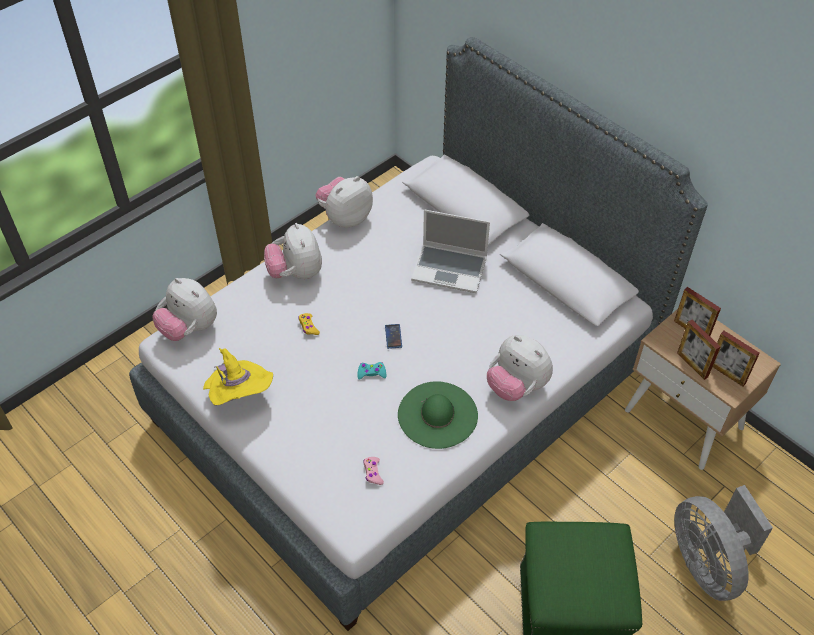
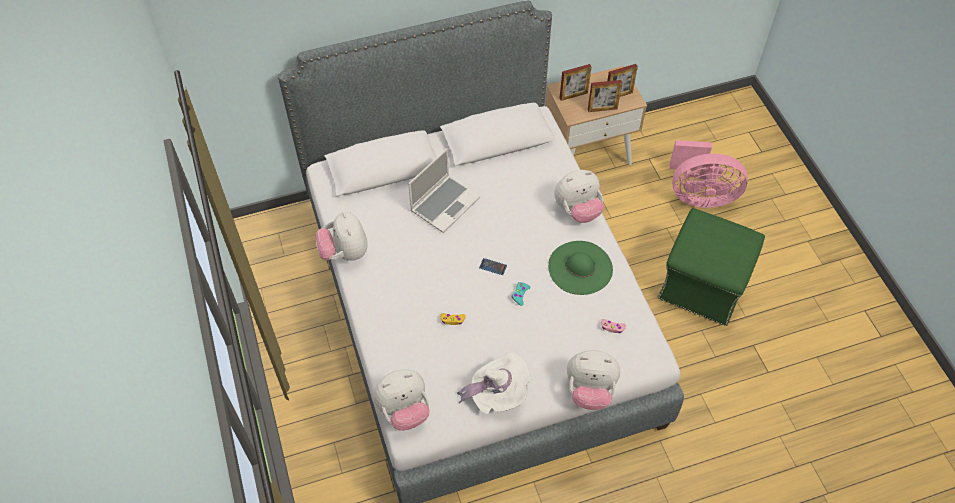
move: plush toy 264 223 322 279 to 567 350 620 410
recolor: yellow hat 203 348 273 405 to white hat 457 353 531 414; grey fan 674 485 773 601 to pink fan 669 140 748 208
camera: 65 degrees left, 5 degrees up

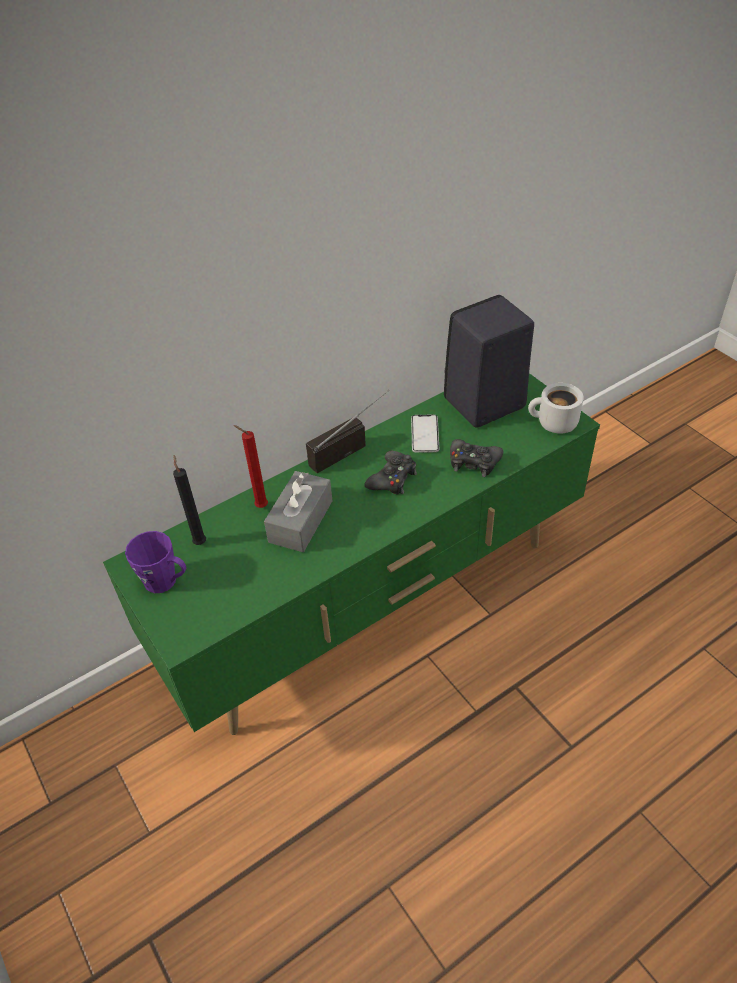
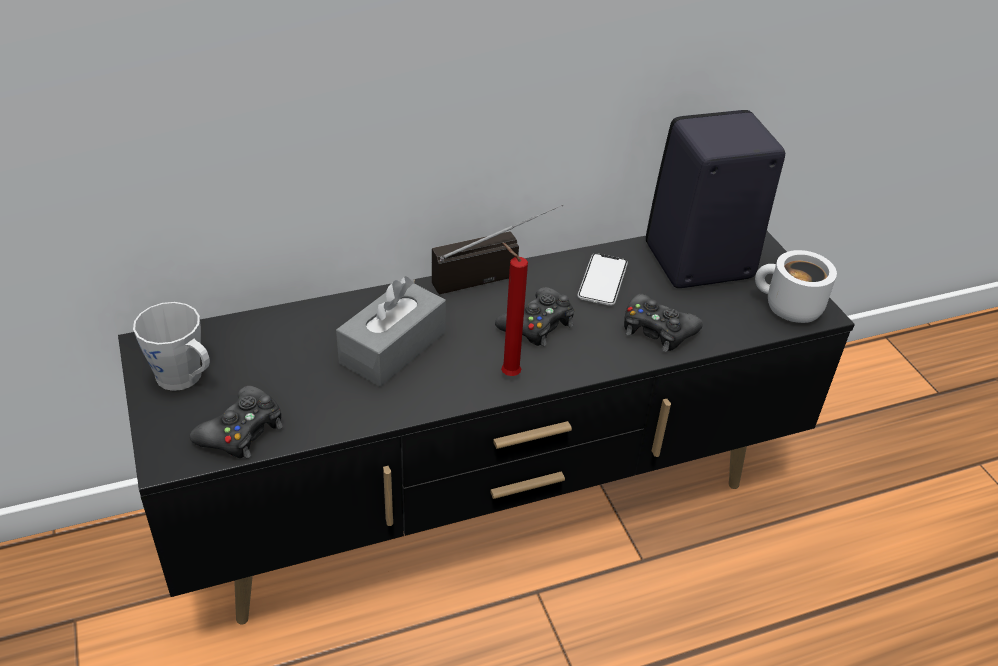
delete: black candle 173 455 206 545
insert: black game controller 190 386 283 459
move: red candle 233 425 268 508 to 501 243 528 376
recolor: green tv stand 103 373 600 735 to black tv stand 118 231 855 625; purple mug 125 531 186 593 to grey mug 133 302 210 391
camera: 10 degrees right, 5 degrees down

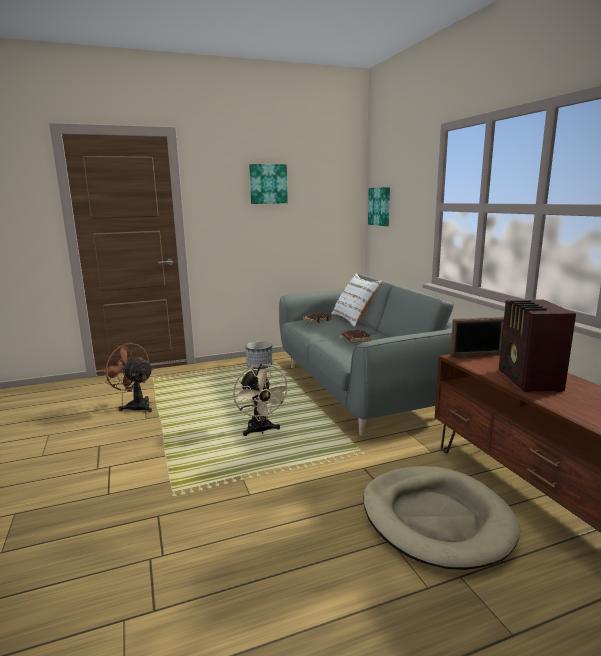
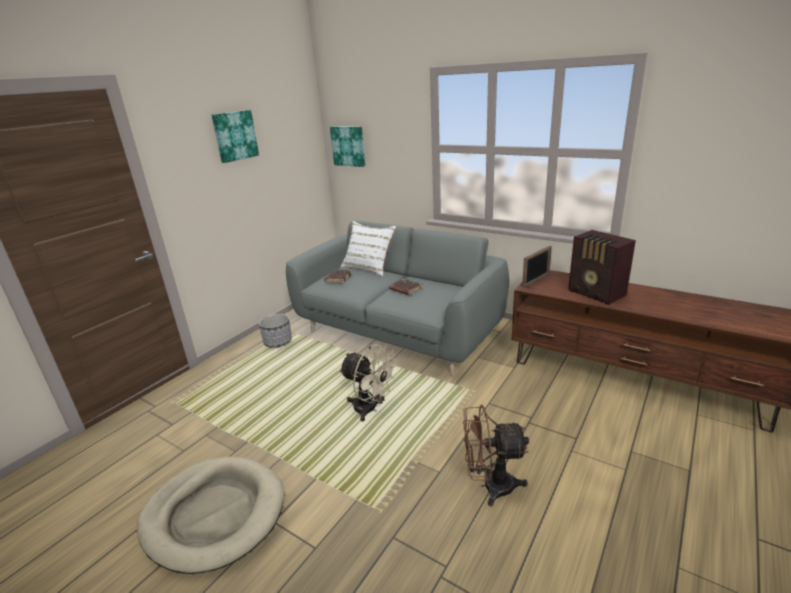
move: brown fan 100 342 153 412 to 463 405 529 507; beige dog bed 363 466 521 570 to 137 456 284 574
camera: 35 degrees left, 10 degrees up

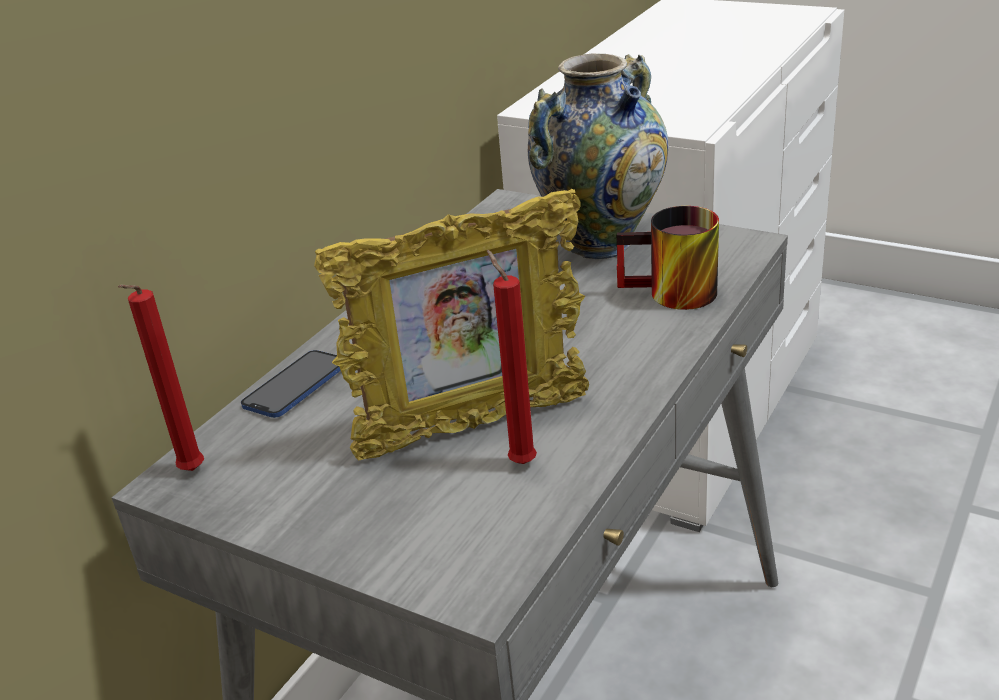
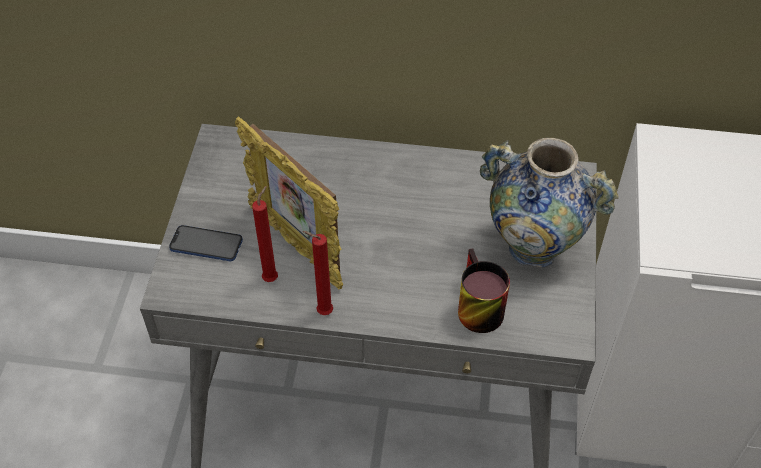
move: red candle 118 284 204 471 to 303 231 333 315; phone 241 350 341 418 to 169 225 243 262
camera: 65 degrees right, 20 degrees up

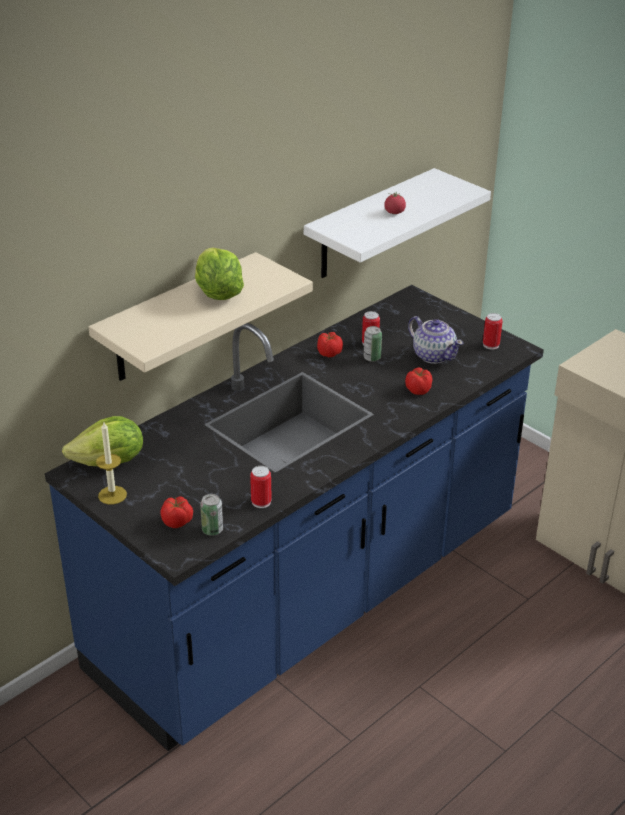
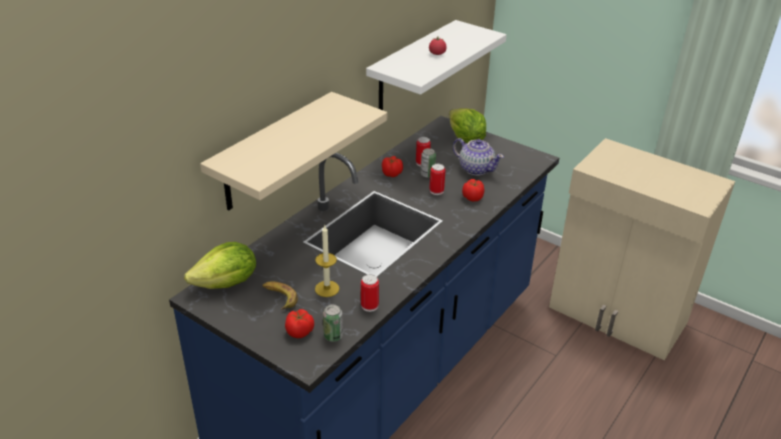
insert: banana 262 281 298 310
move: lettuce 195 247 244 300 to 449 108 486 143; can 483 313 503 350 to 429 164 446 195; candle 96 422 127 505 to 315 226 339 297
camera: 10 degrees left, 0 degrees up

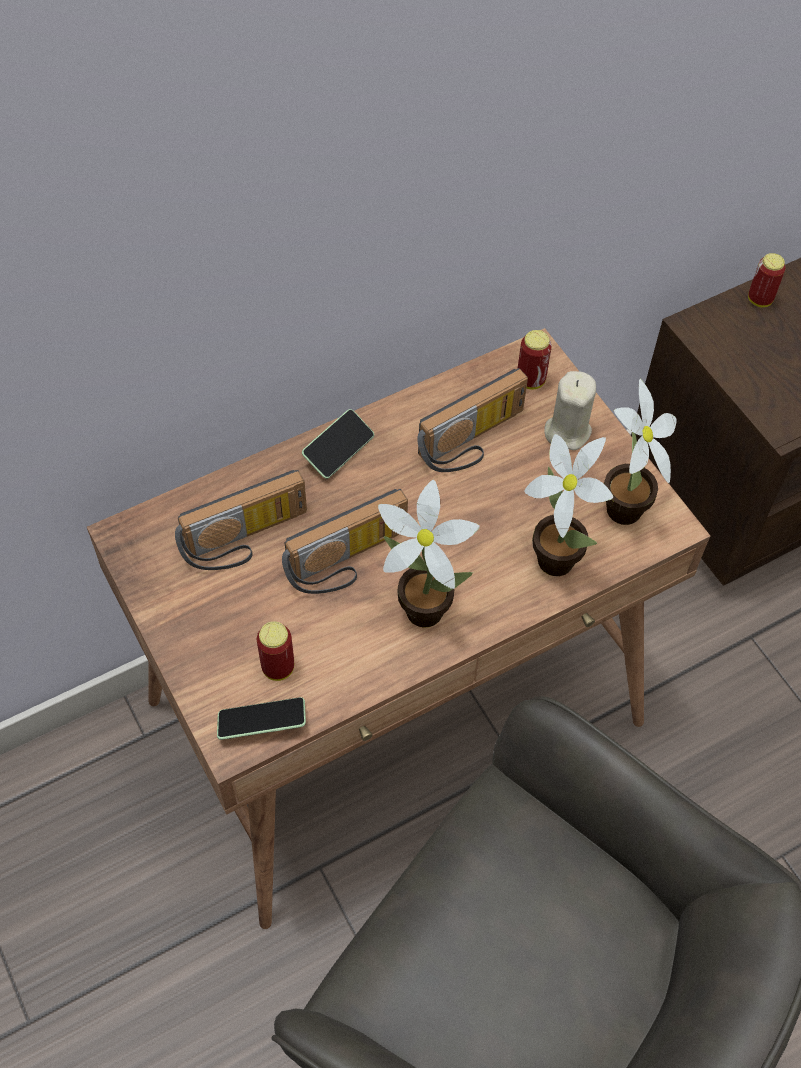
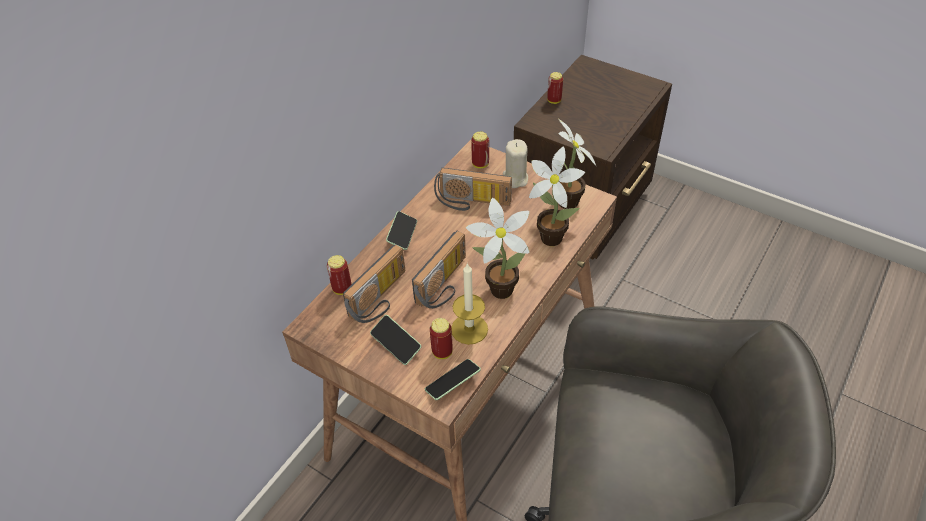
insert: can 327 255 352 295; candle 451 262 488 345; phone 370 315 421 365
rotate: radio 417 368 528 472 = 434 168 512 211 75 degrees clockwise
camera: 25 degrees left, 10 degrees down

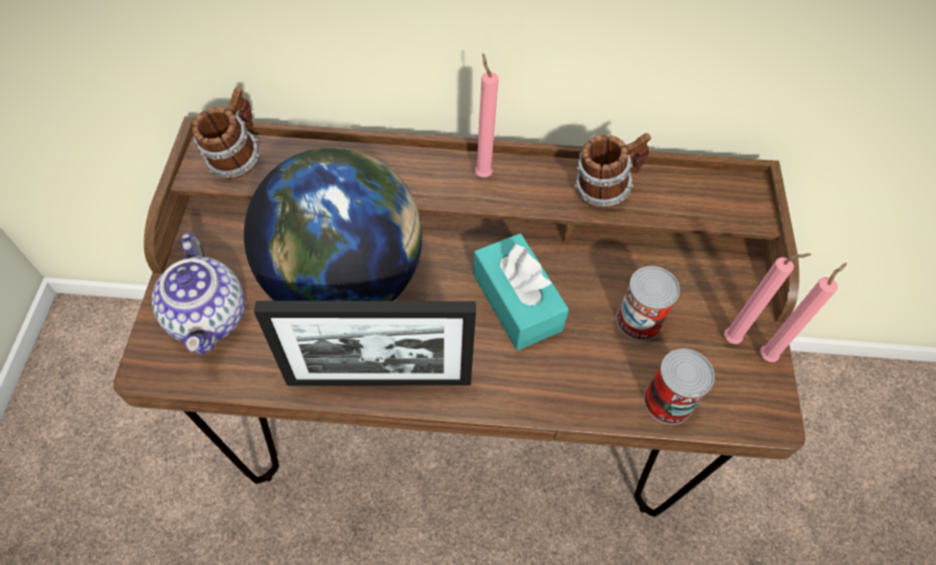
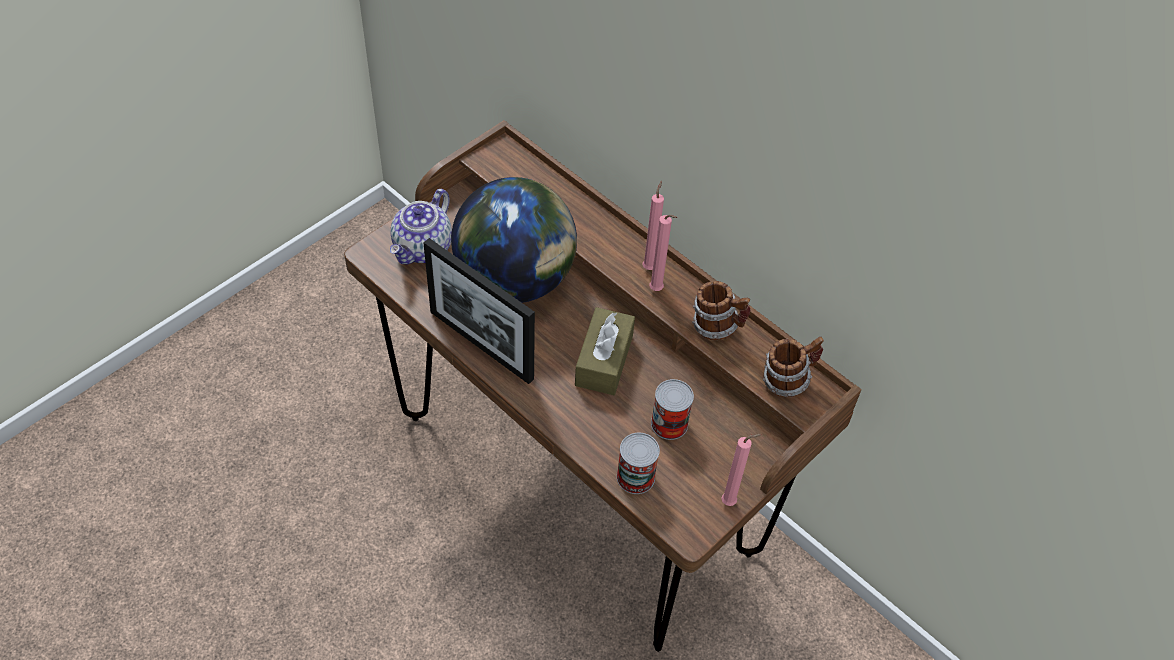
move: mug 192 87 260 179 to 763 337 824 397; pink candle 724 253 812 344 to 649 215 677 291
recolor: turquoise tissue box 473 234 569 350 to brown tissue box 575 307 635 395
camera: 40 degrees right, 5 degrees down

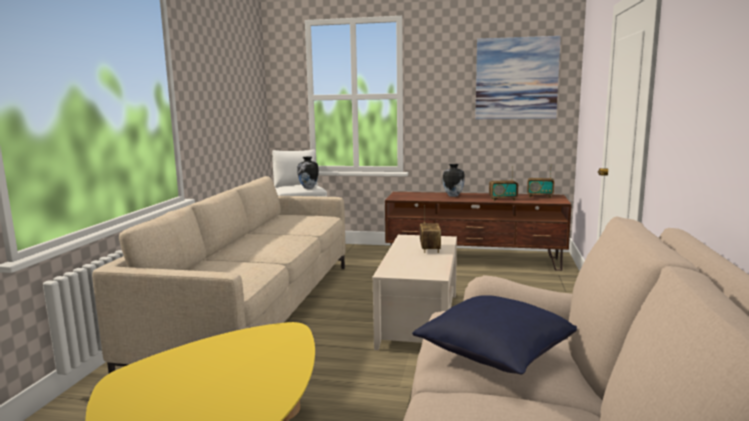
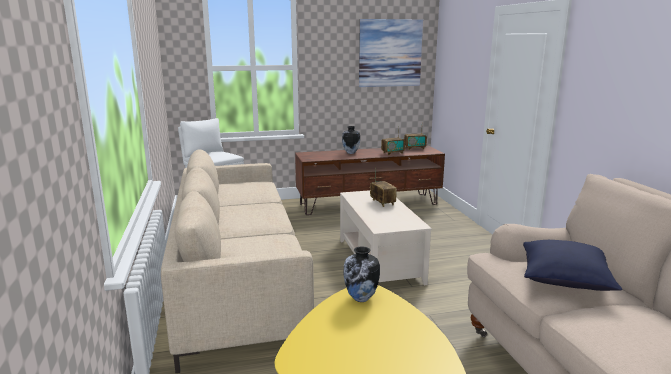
move: vase 297 156 319 189 to 343 246 380 302
camera: 25 degrees left, 5 degrees up

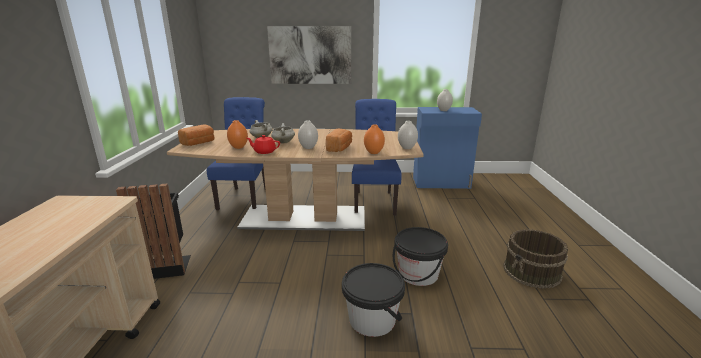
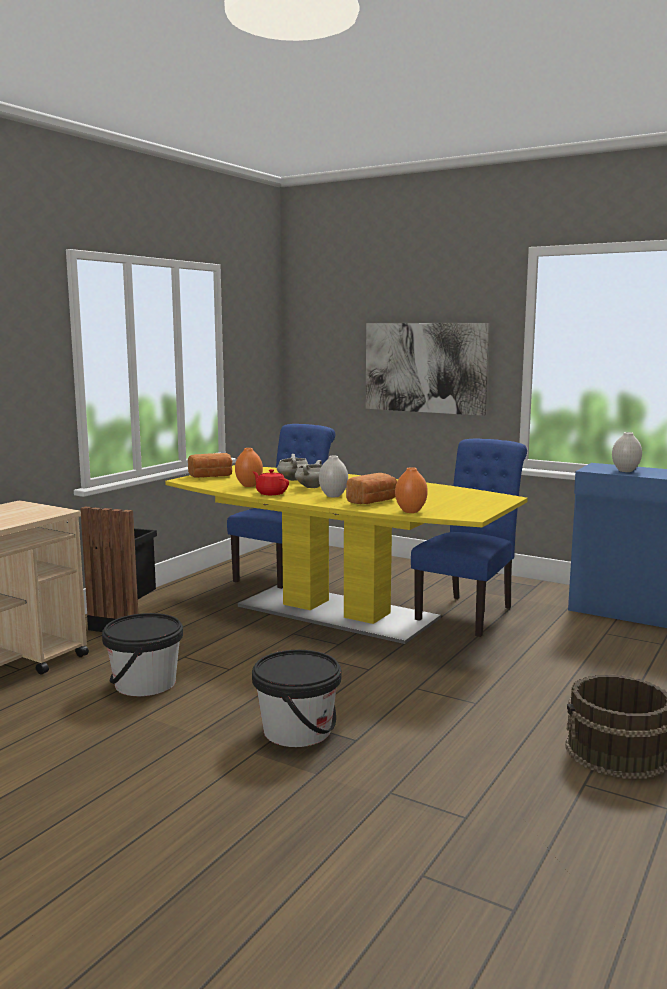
delete: white vase 398 121 418 149
move: black bucket 393 227 448 286 to 102 613 183 696
recolor: brown dining table 167 129 424 231 to yellow dining table 165 465 528 644
camera: 30 degrees right, 10 degrees down

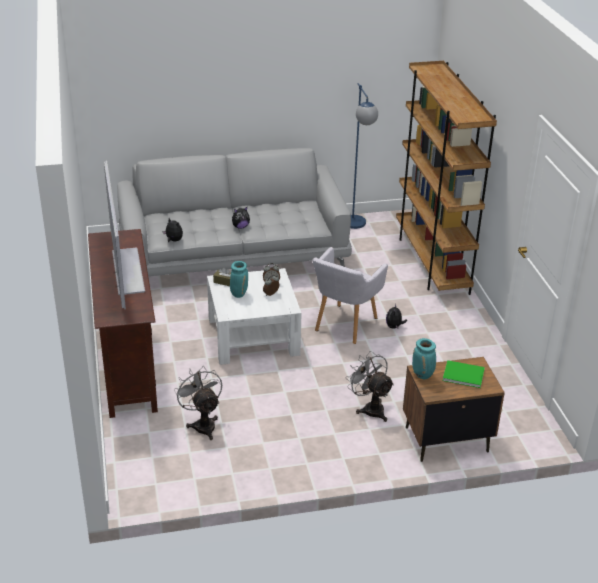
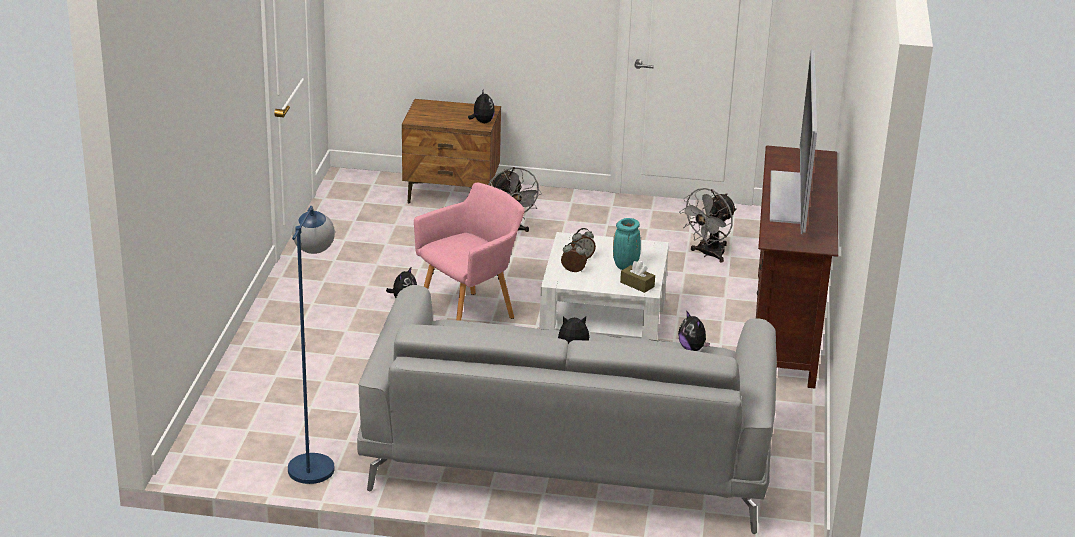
delete: brown bookcase 396 61 497 295; green book 442 360 485 388
replace: turquoise vase 412 338 436 379 to plush toy 468 89 495 123
recolor: grey armchair 313 247 388 344 to pink armchair 414 183 524 321
rotate: grey fan 174 366 222 440 = 679 188 737 263 45 degrees clockwise
camera: 160 degrees left, 5 degrees down

